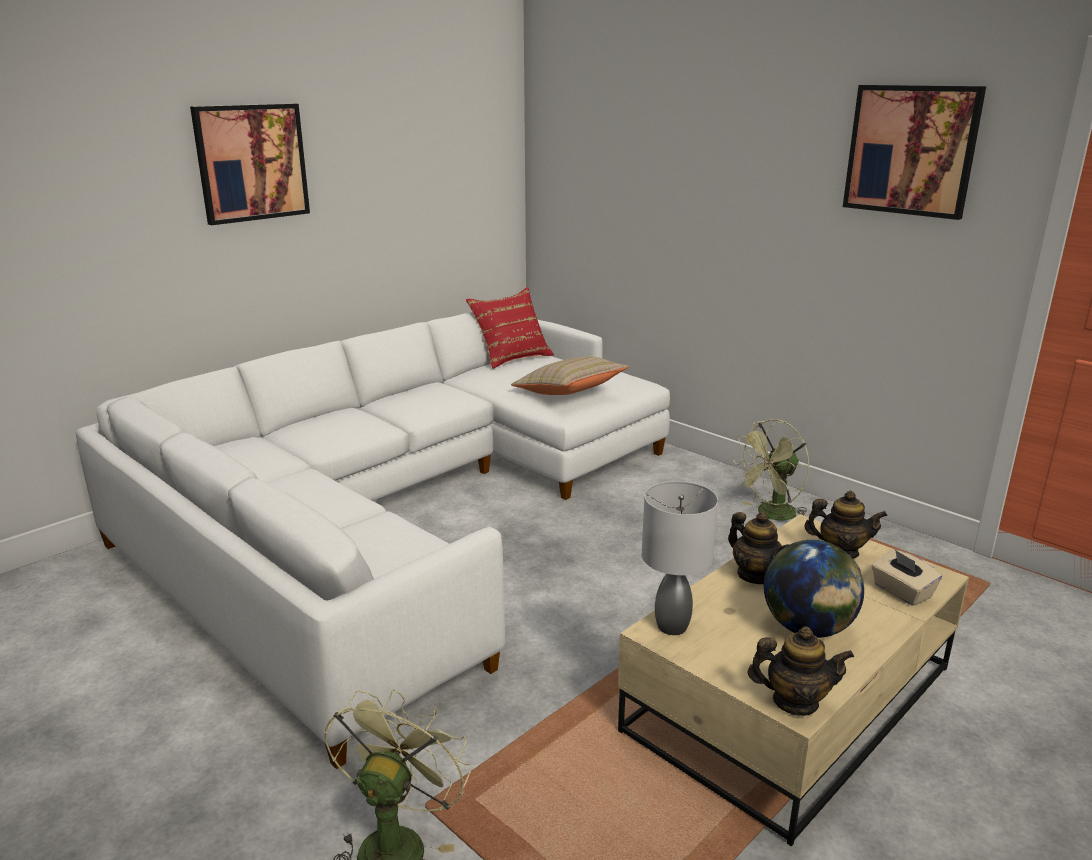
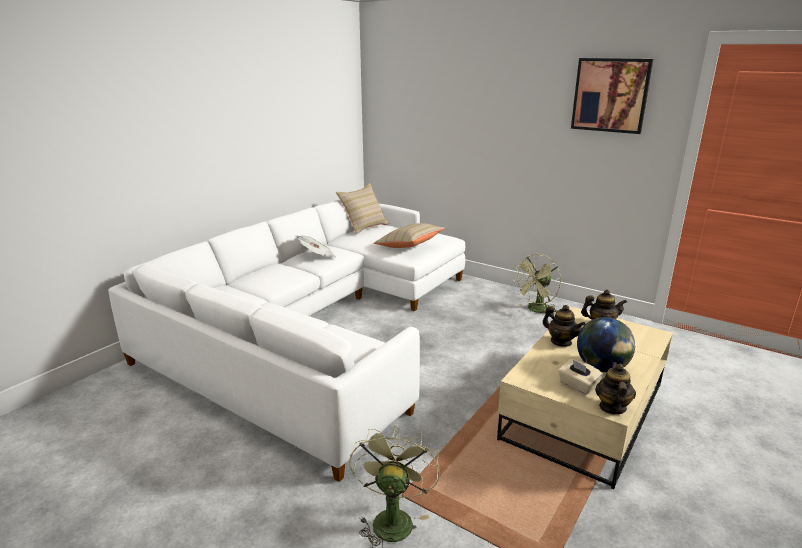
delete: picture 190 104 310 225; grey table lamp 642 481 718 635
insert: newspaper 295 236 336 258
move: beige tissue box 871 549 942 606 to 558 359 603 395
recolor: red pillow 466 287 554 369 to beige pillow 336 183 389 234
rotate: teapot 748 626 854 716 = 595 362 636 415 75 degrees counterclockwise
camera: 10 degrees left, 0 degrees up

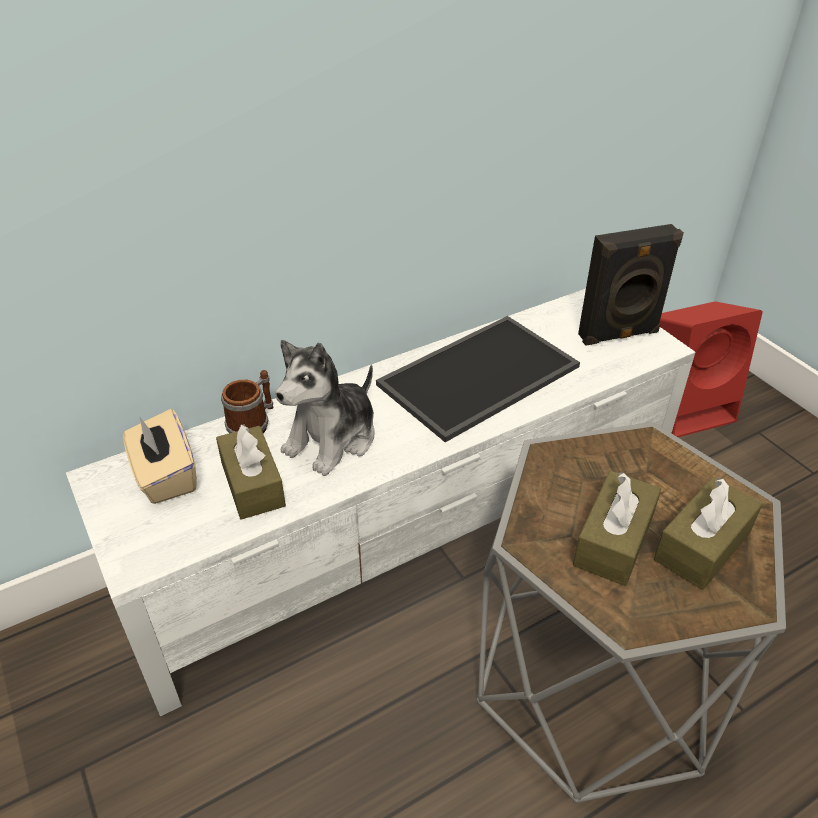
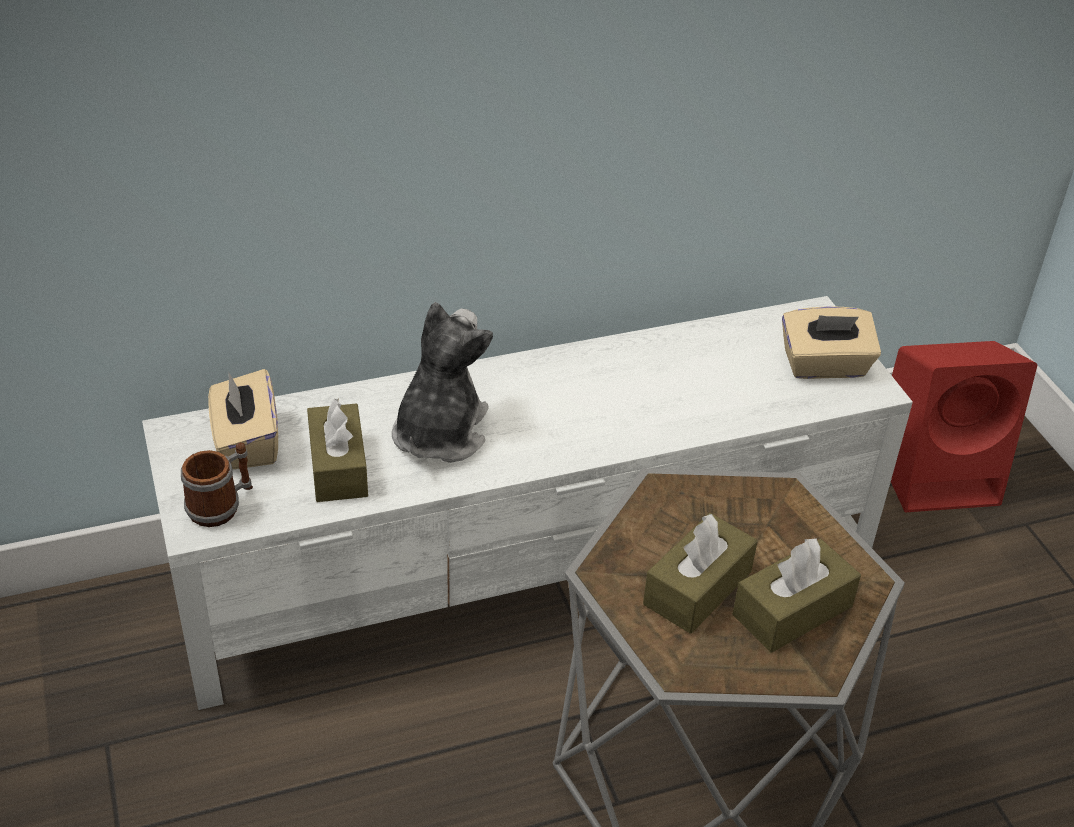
delete: tray 376 316 580 442
move: mug 221 370 274 433 to 181 442 253 527
replace: black speaker 578 224 684 346 to beige tissue box 782 306 881 379
rotate: plush toy 275 340 375 476 = 392 302 493 463 150 degrees clockwise
camera: 10 degrees right, 0 degrees up

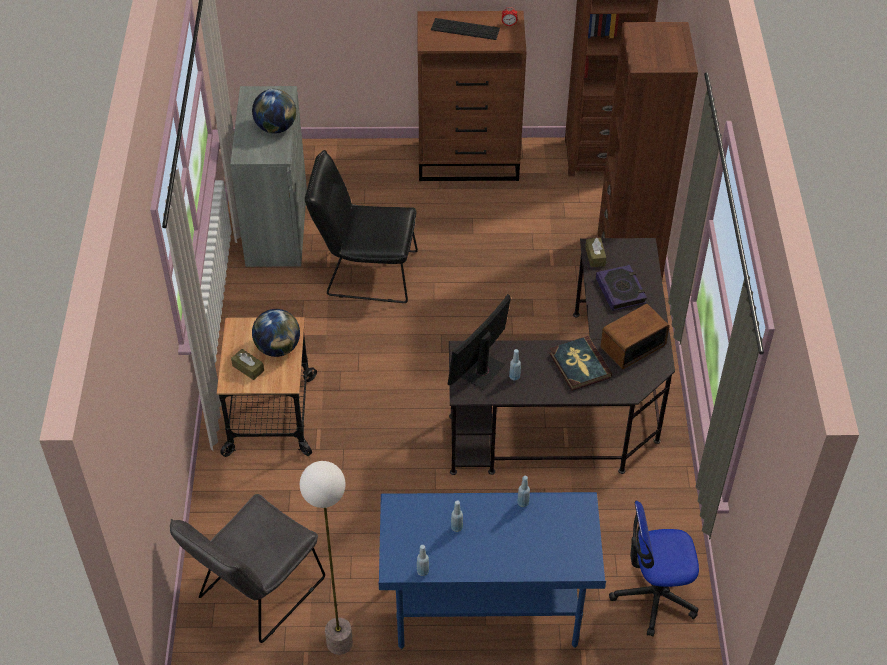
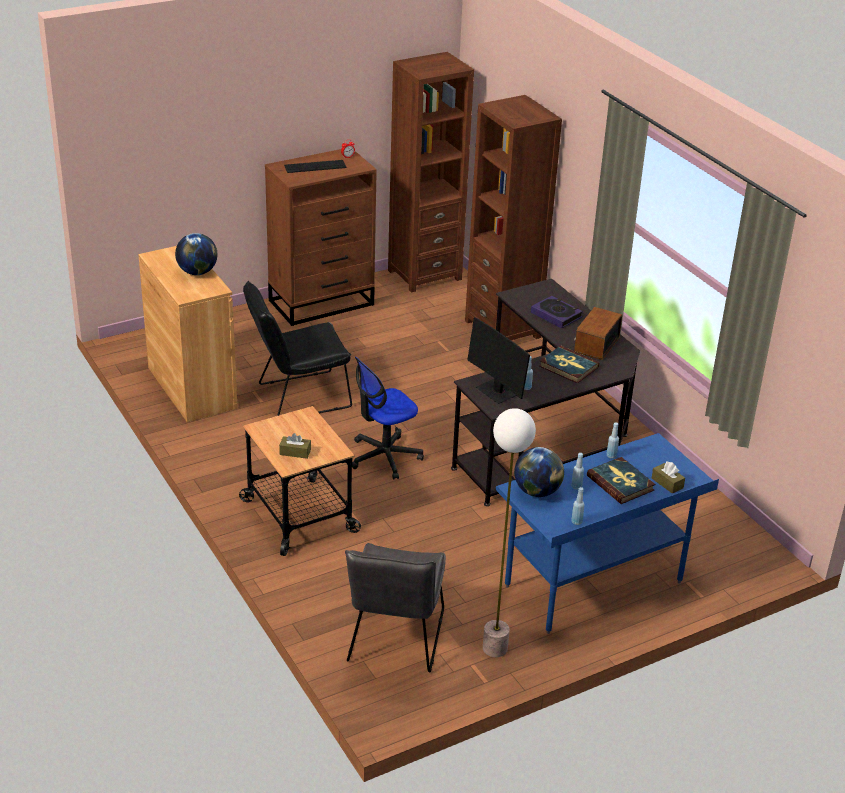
insert: book 587 457 655 504
move: brown tissue box 585 237 606 267 to 652 462 685 494; globe 252 309 300 357 to 514 447 564 497; office chair 609 501 699 636 to 352 356 424 480
recolor: grey cabinet 230 86 307 267 to brown cabinet 138 246 238 422
rotate: monitor 448 294 511 389 = 467 317 530 404 45 degrees counterclockwise
camera: 30 degrees left, 15 degrees down

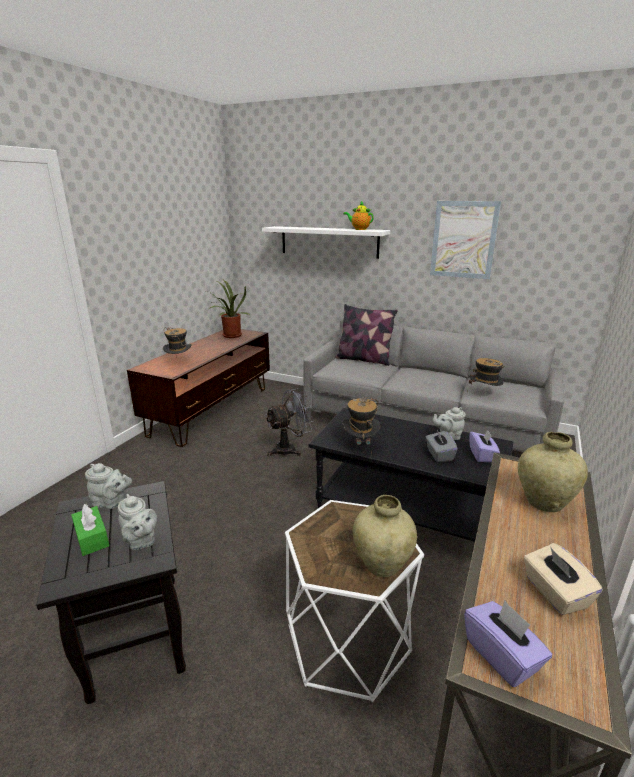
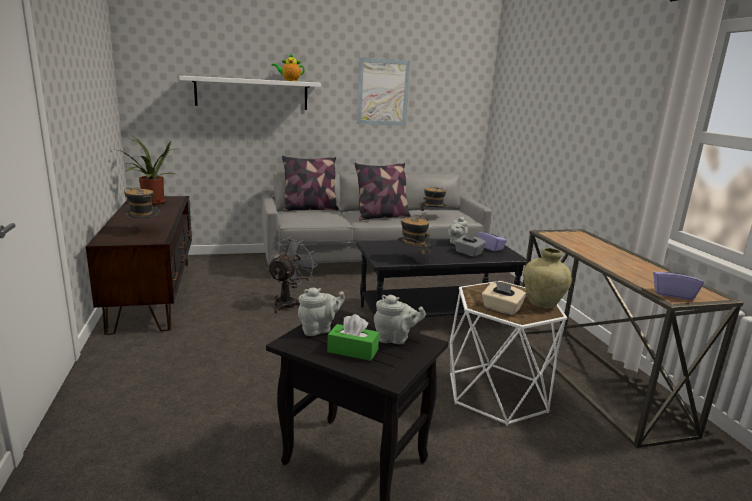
delete: beige vase 518 432 588 512
insert: pillow 355 163 411 220
move: beige tissue box 524 543 603 615 to 482 281 526 316
camera: 40 degrees left, 5 degrees down

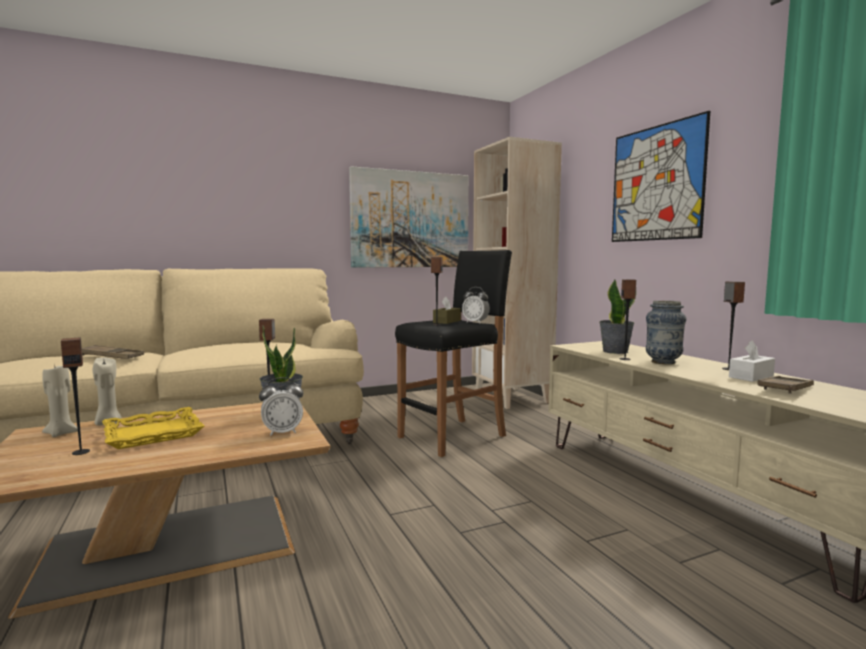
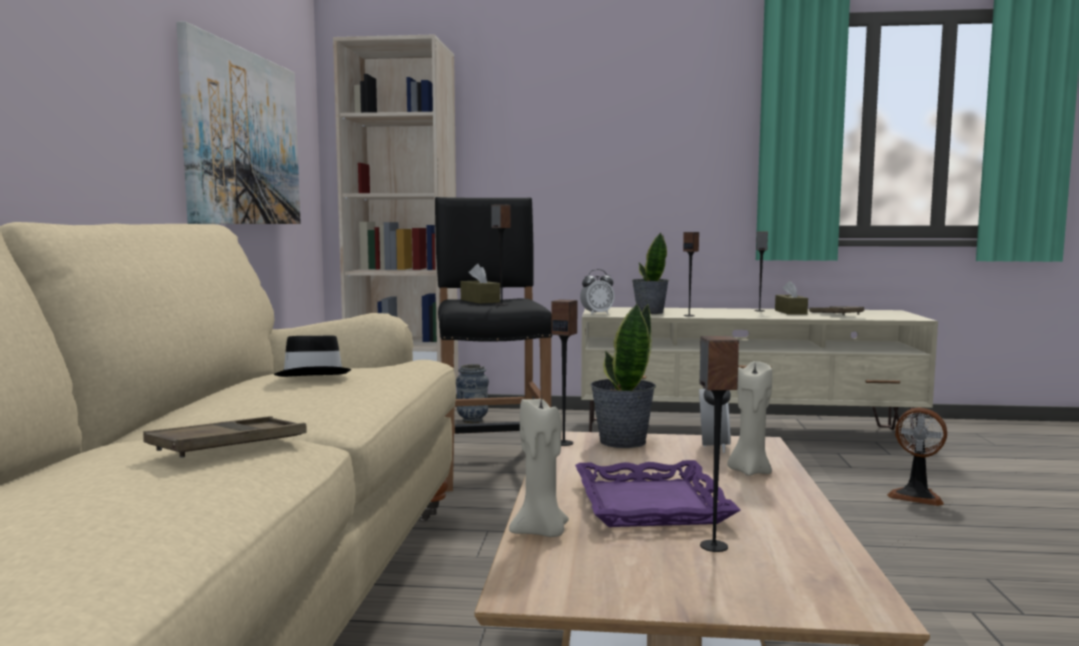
delete: picture 612 111 710 242
insert: black hat 274 336 351 377; fan 887 407 947 506
move: alarm clock 462 287 490 323 to 580 269 615 315; vase 646 301 686 365 to 456 364 489 423; beige candle 42 363 78 437 to 728 361 772 476
recolor: white tissue box 729 340 775 382 to brown tissue box 775 281 808 315; yellow tray 102 407 204 449 to purple tray 575 460 741 527
camera: 60 degrees left, 0 degrees up

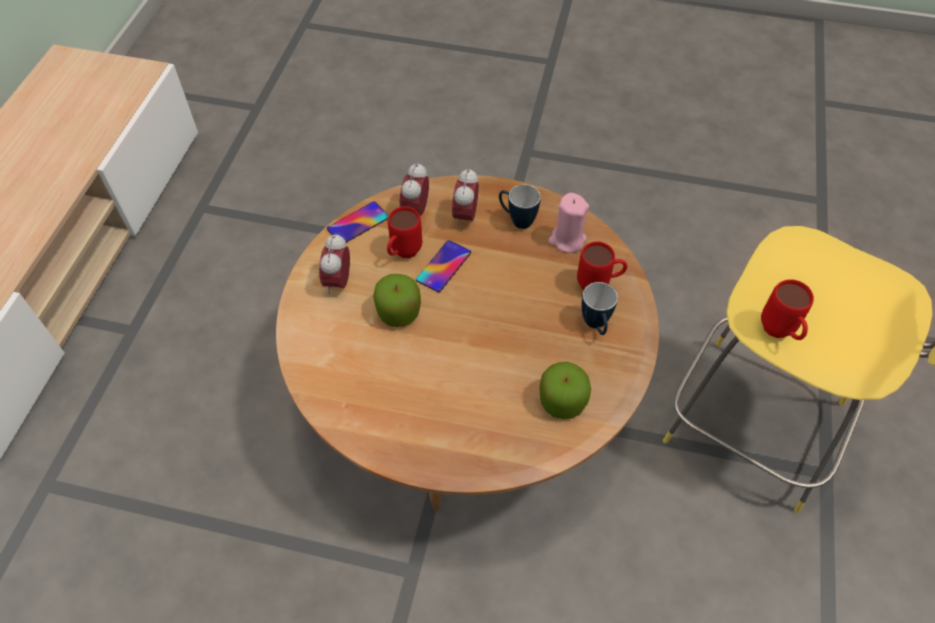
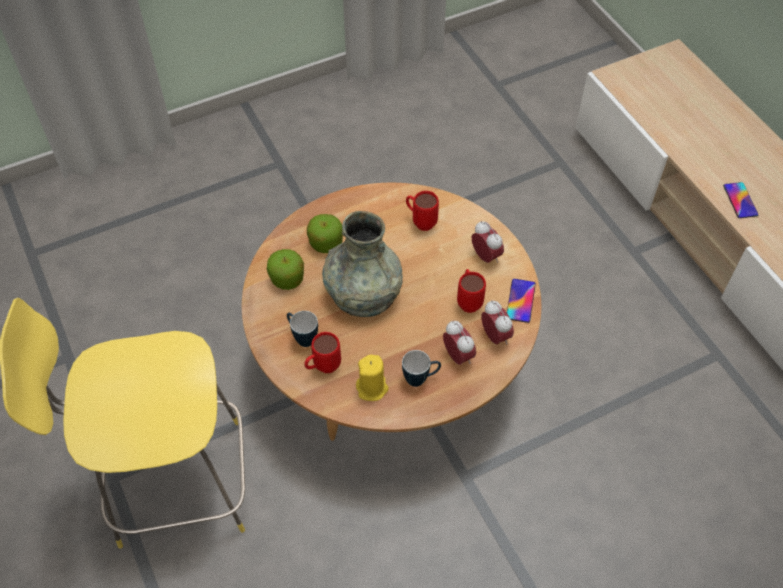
insert: grey vase 322 211 403 317
move: phone 416 240 471 292 to 723 182 758 218; apple 373 274 421 327 to 307 214 343 253; red mug 761 279 814 340 to 406 191 439 231
recolor: pink candle 549 193 589 253 to yellow candle 356 355 389 401
camera: 140 degrees right, 0 degrees up

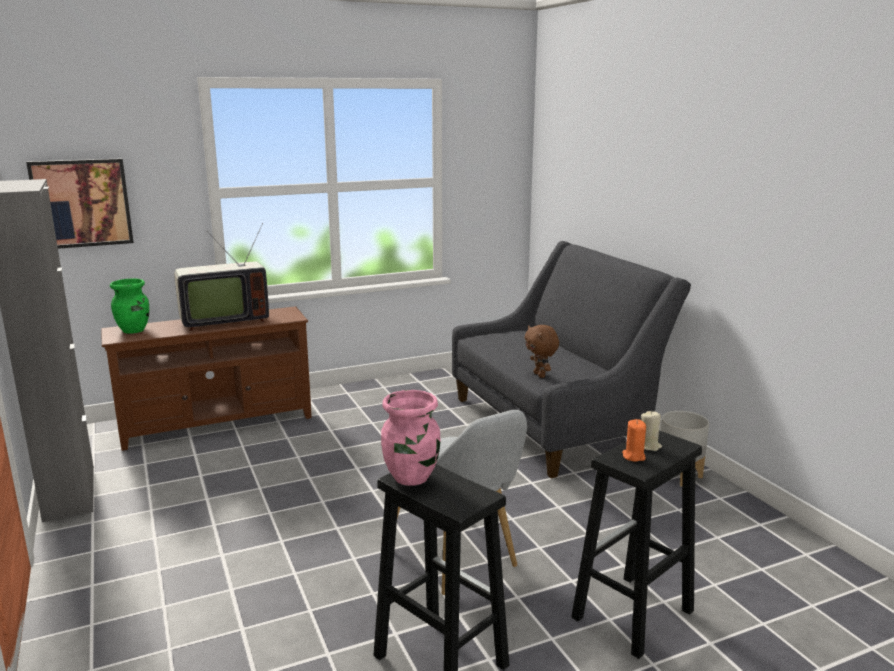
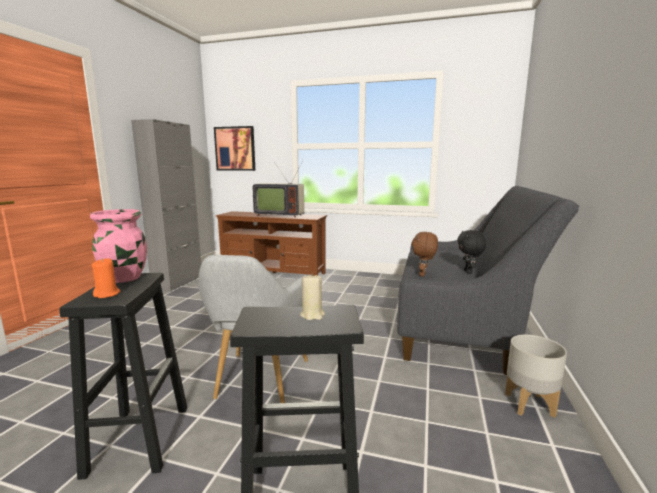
delete: green vase 110 278 149 334
insert: black plush toy 457 230 486 274
move: orange candle 622 419 646 462 to 92 259 121 298
camera: 40 degrees right, 5 degrees down

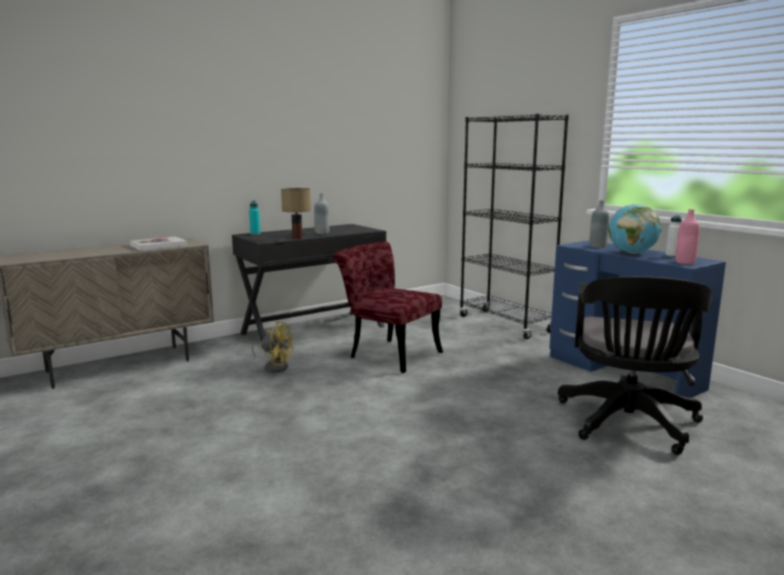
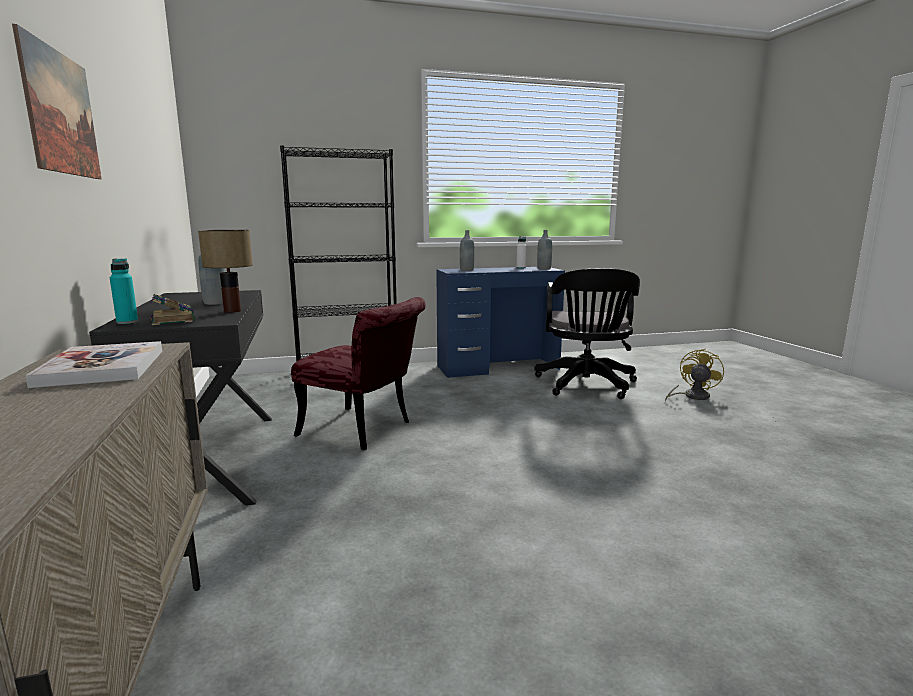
delete: globe 608 204 661 254
insert: picture 12 24 101 179; book 150 294 195 325
move: yellow fan 252 321 293 373 to 665 348 724 402
recolor: pink bottle 676 209 700 264 to grey bottle 537 230 552 270
rotate: red chair 333 241 443 373 = 291 297 426 450 120 degrees counterclockwise; black office chair 558 276 712 455 = 534 268 640 399 60 degrees clockwise
camera: 70 degrees left, 0 degrees up

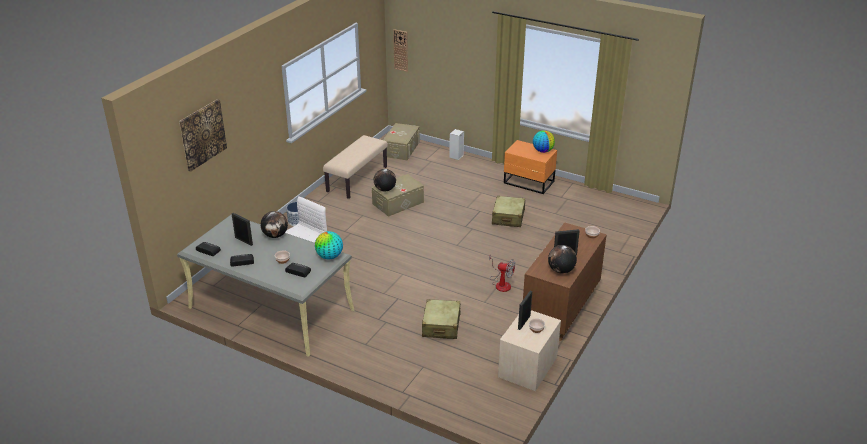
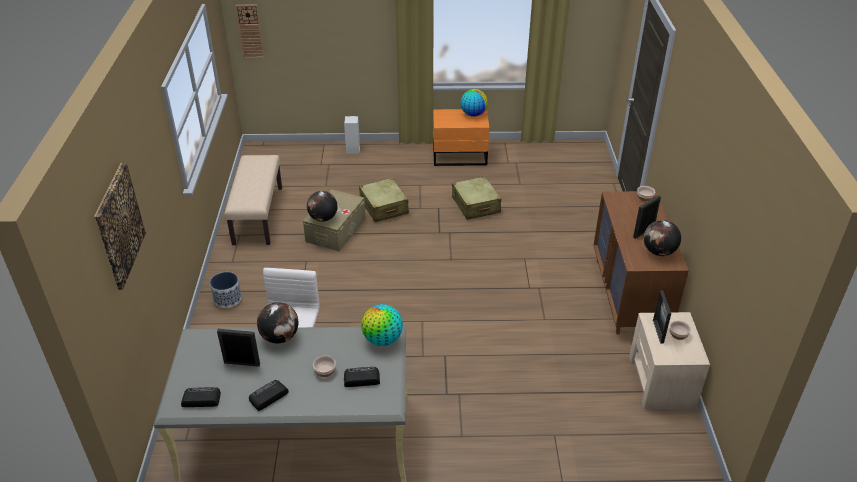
delete: beige storage box 383 123 420 160; fan 489 254 515 292
move: beige suitcase 422 299 460 339 to 359 178 409 222
camera: 30 degrees left, 5 degrees up

